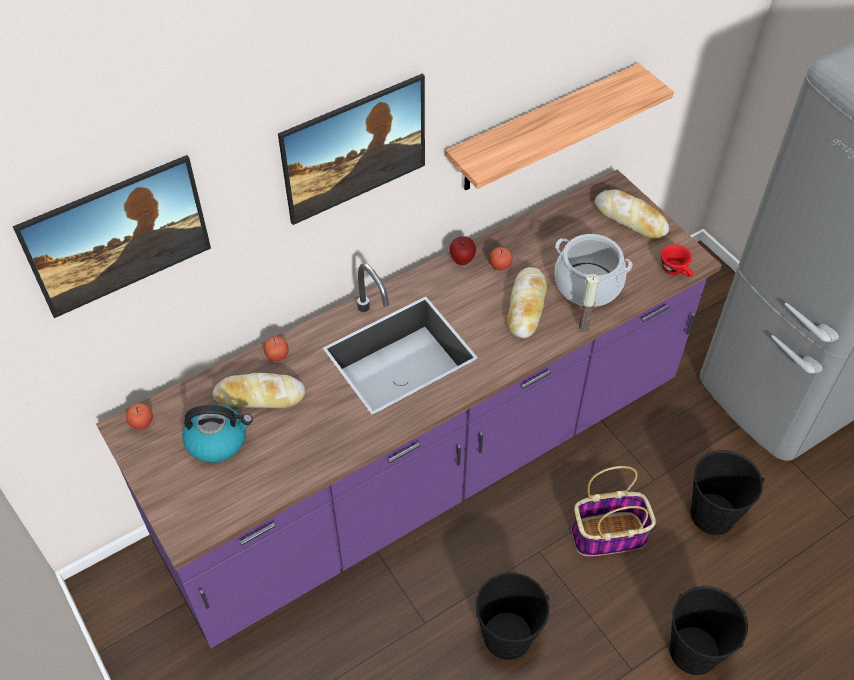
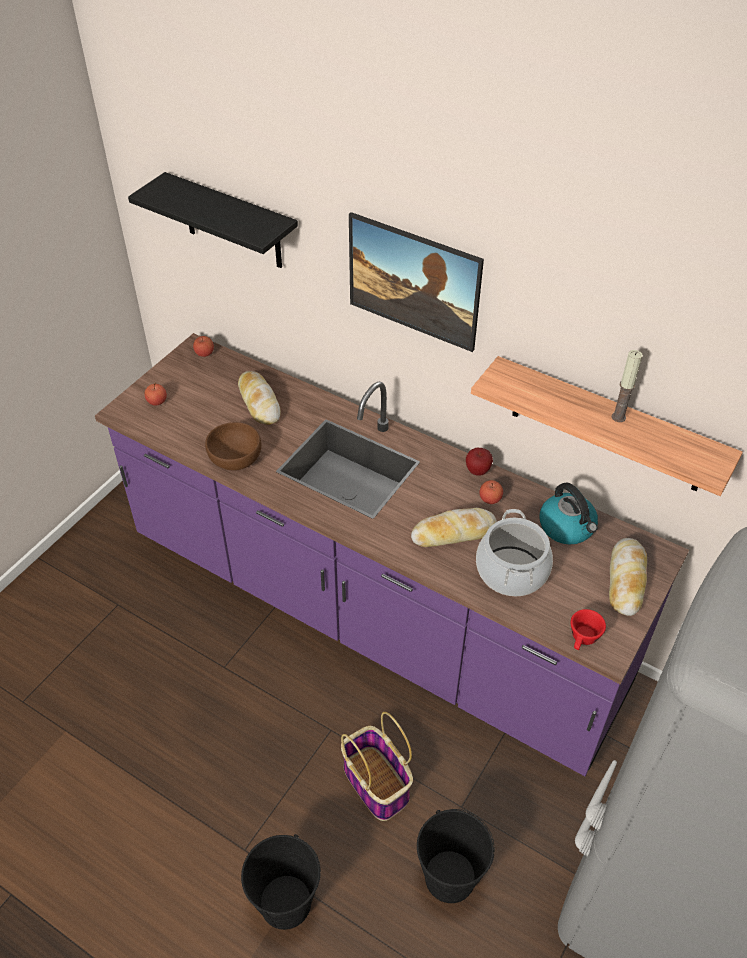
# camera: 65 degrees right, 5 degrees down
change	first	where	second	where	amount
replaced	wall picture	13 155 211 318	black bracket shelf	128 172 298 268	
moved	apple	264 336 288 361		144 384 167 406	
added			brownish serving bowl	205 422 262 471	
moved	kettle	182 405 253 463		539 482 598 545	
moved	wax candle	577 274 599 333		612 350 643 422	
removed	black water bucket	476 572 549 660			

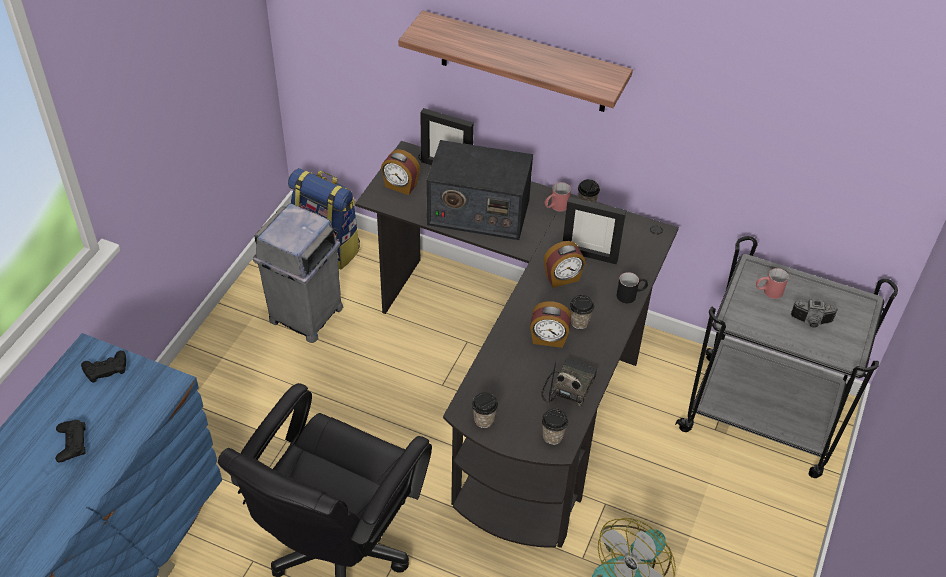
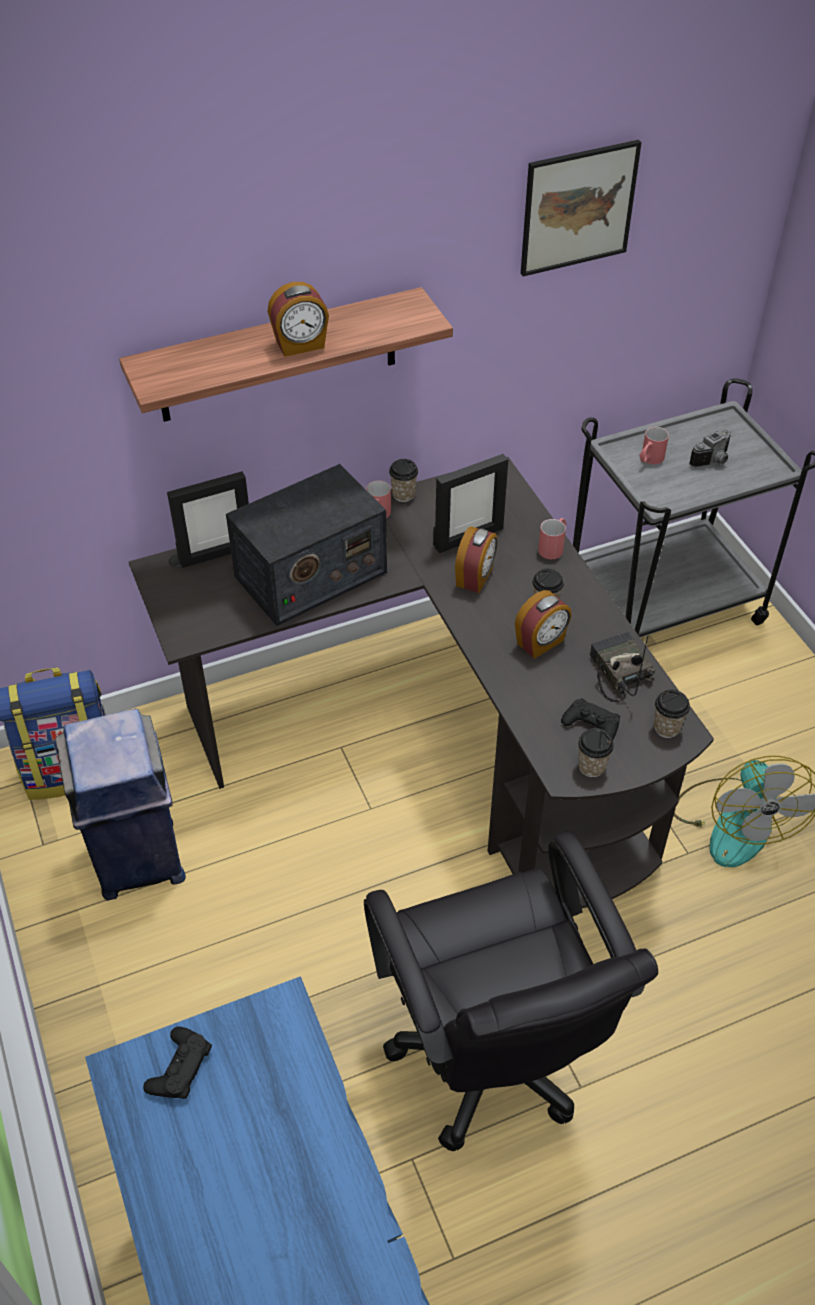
# camera: 45 degrees left, 0 degrees up
change	first	where	second	where	amount
recoloured	greyish trash can	253 203 343 343	blue-coloured trash can	55 709 186 901	
moved	table clock	381 149 420 195		268 282 329 357	
added			wall picture	521 140 642 276	
recoloured	black mug	617 272 648 303	red-coloured mug	538 518 566 559	
moved	black gamepad	55 420 86 462		561 698 620 740	

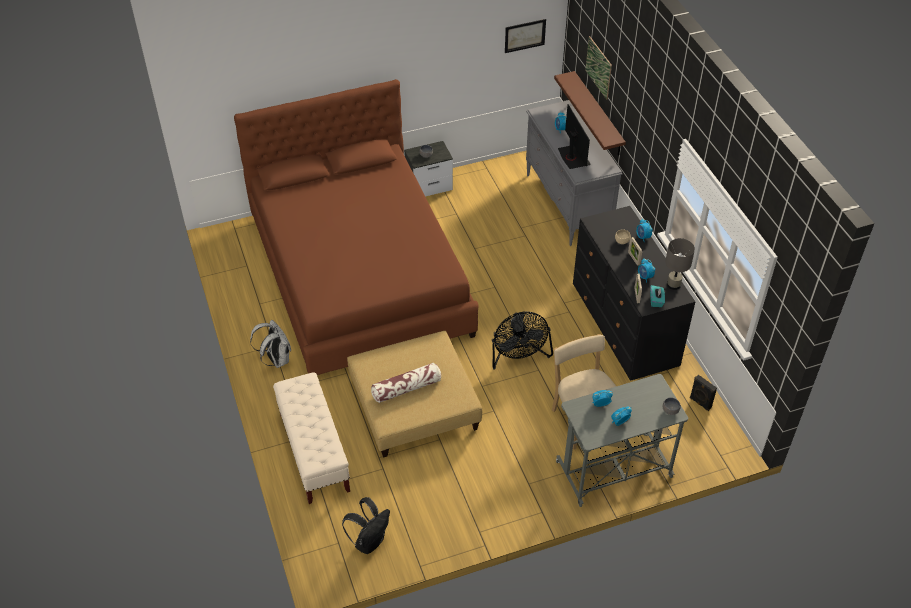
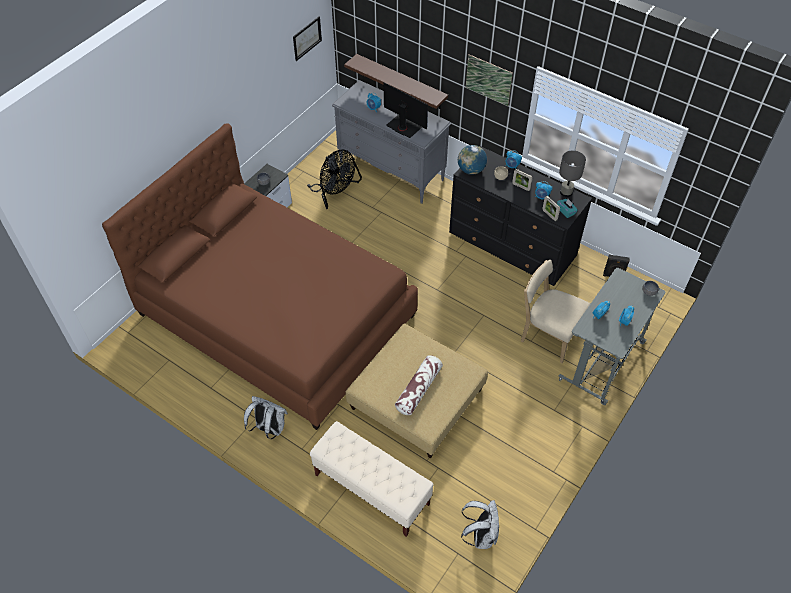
# camera: 35 degrees left, 5 degrees up
change	first	where	second	where	amount
moved	black fan	492 312 553 369		307 150 362 209	
added			desk globe	458 145 487 175	
recoloured	black knapsack	342 497 390 554	whitish knapsack	461 500 499 549	
moved	wall picture	585 36 612 100		466 54 513 106	

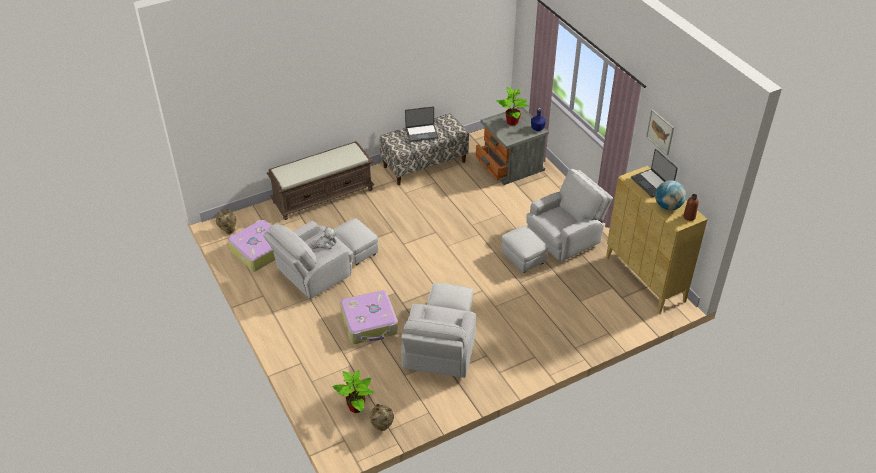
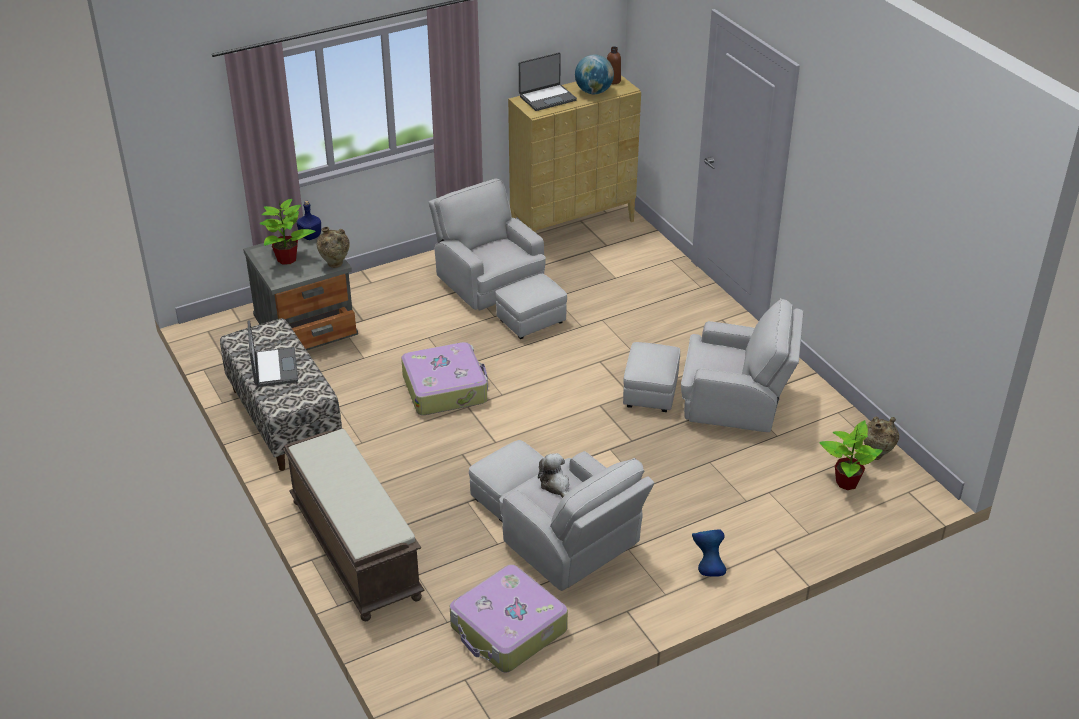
# camera: 90 degrees left, 5 degrees down
change	first	where	second	where	amount
moved	beige-coloured decorative vase	216 209 236 234		317 227 350 268	
moved	travel case	340 290 398 344		401 342 488 415	
added			blue-coloured decorative vase	692 529 726 576	
removed	wall picture	646 109 674 155			

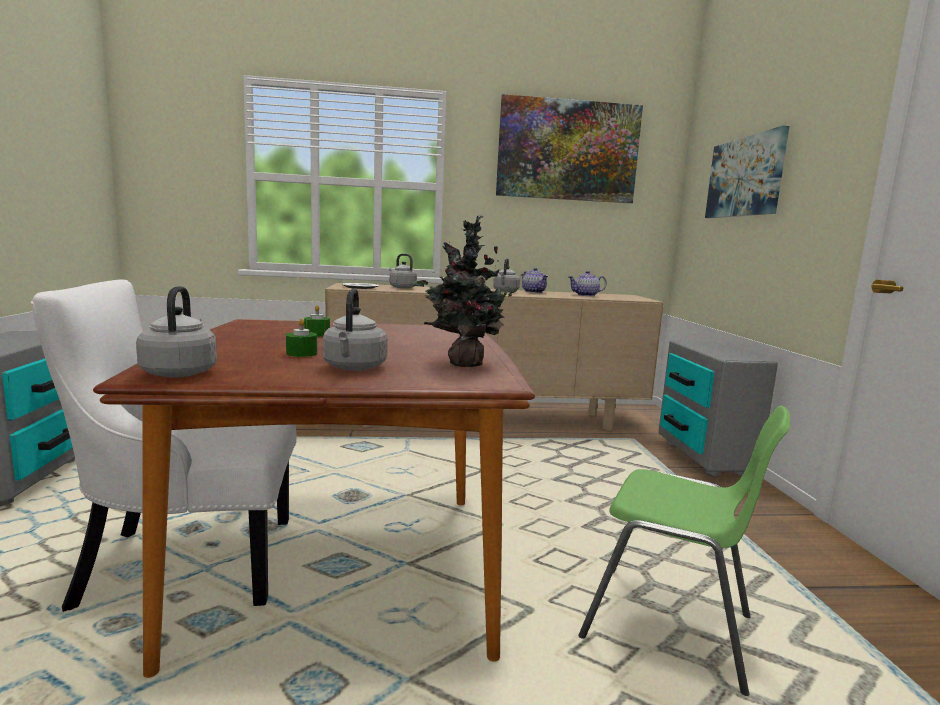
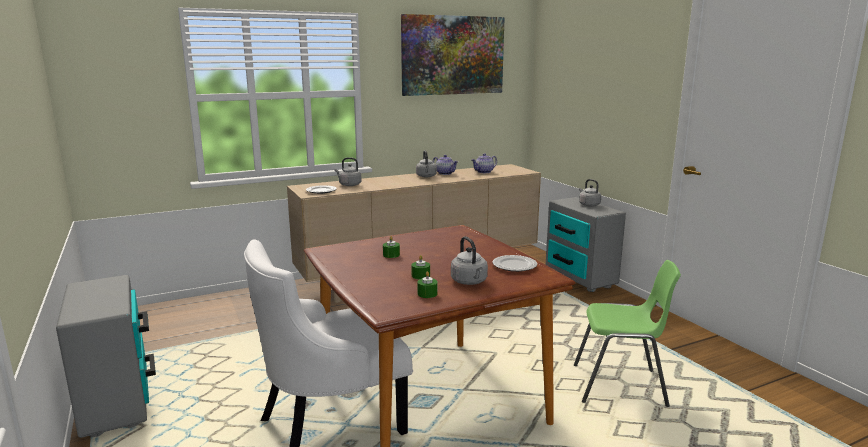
# camera: 20 degrees left, 5 degrees up
change	first	where	second	where	amount
added			greenish wax candle	417 271 438 298	
replaced	plant in a pot	413 215 522 367	plate	492 255 537 272	
moved	greyish kettle	136 286 217 378		579 179 601 206	
removed	wall picture	705 126 789 218			

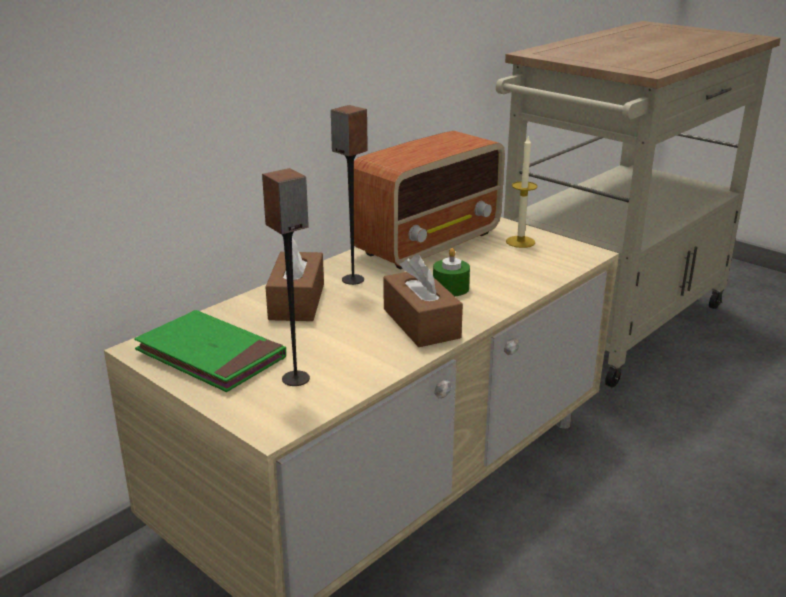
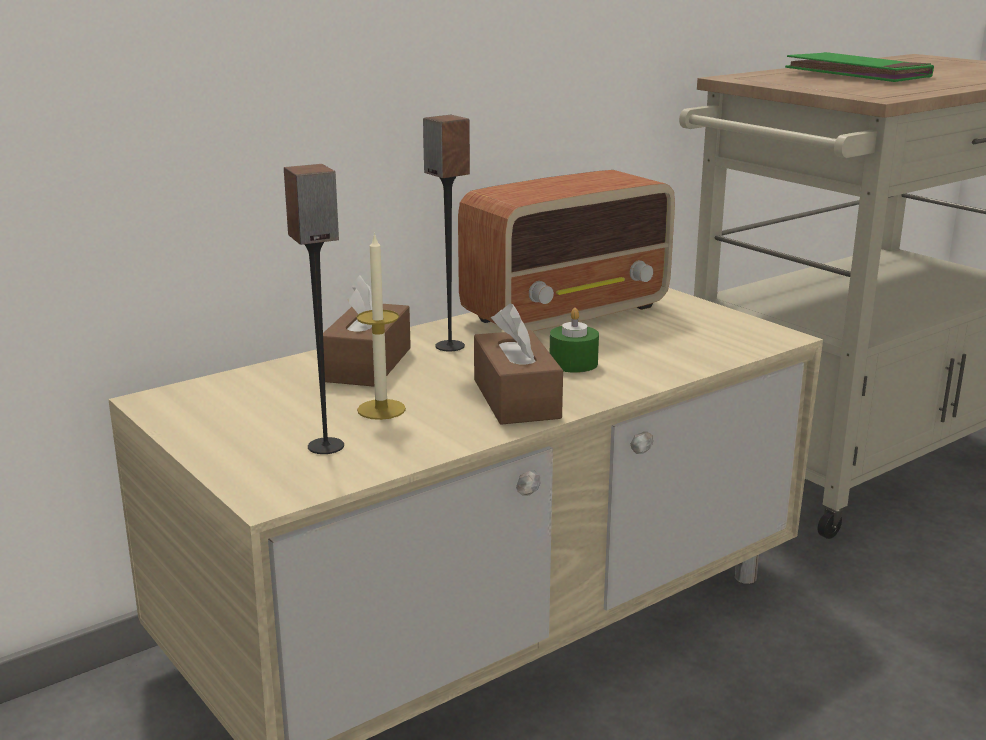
# camera: 10 degrees right, 5 degrees down
change	first	where	second	where	amount
moved	wax candle	506 135 538 248		357 233 406 420	
moved	greenish bound book	134 310 286 392		785 52 934 82	

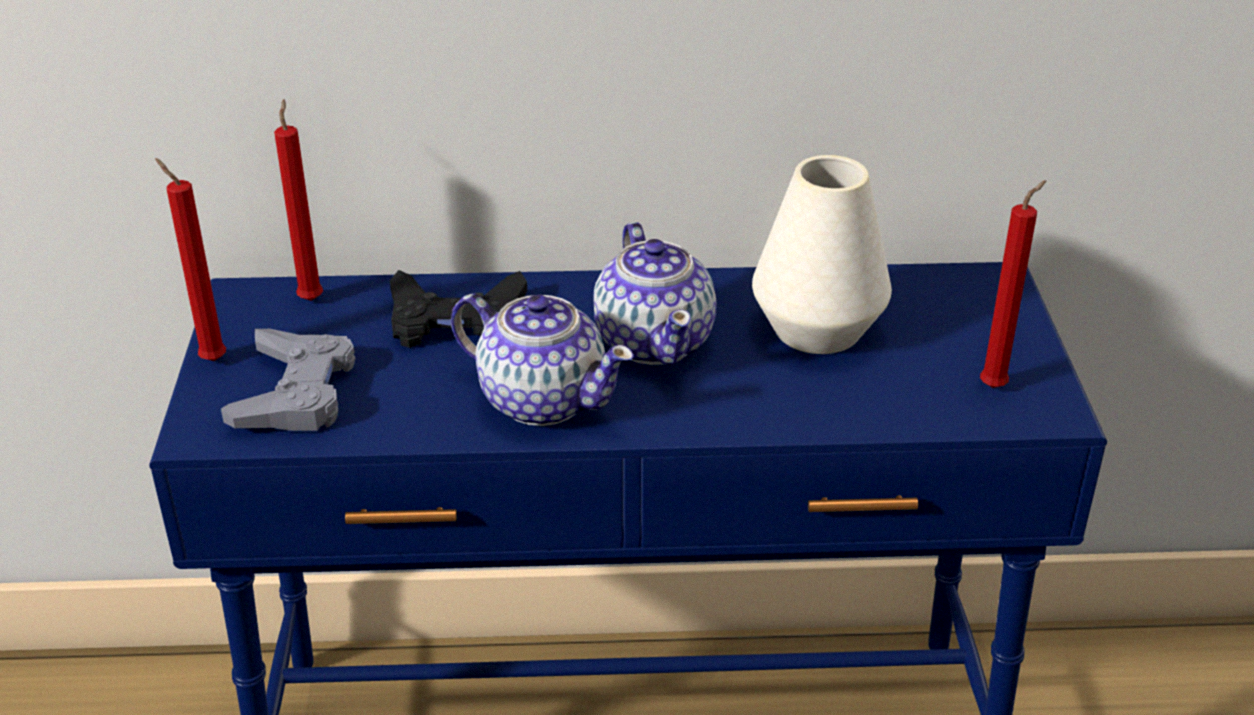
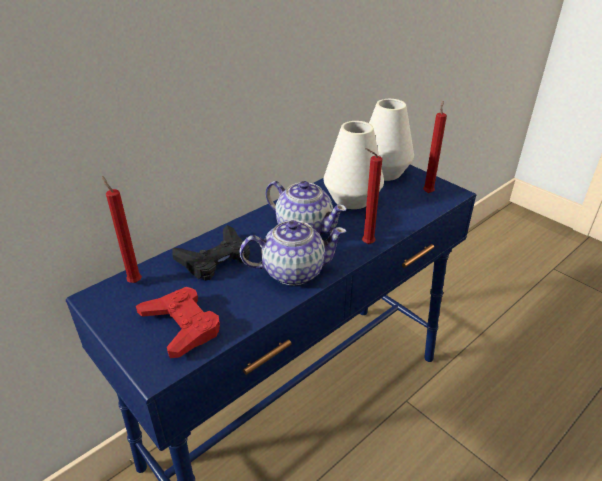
# camera: 40 degrees left, 0 degrees up
change	first	where	second	where	amount
recoloured	greyish gamepad	221 329 355 431	red-coloured gamepad	136 287 220 358	
moved	red-coloured wax candle	155 158 226 361		362 148 383 244	
added			whitish decorative vase	369 99 414 181	

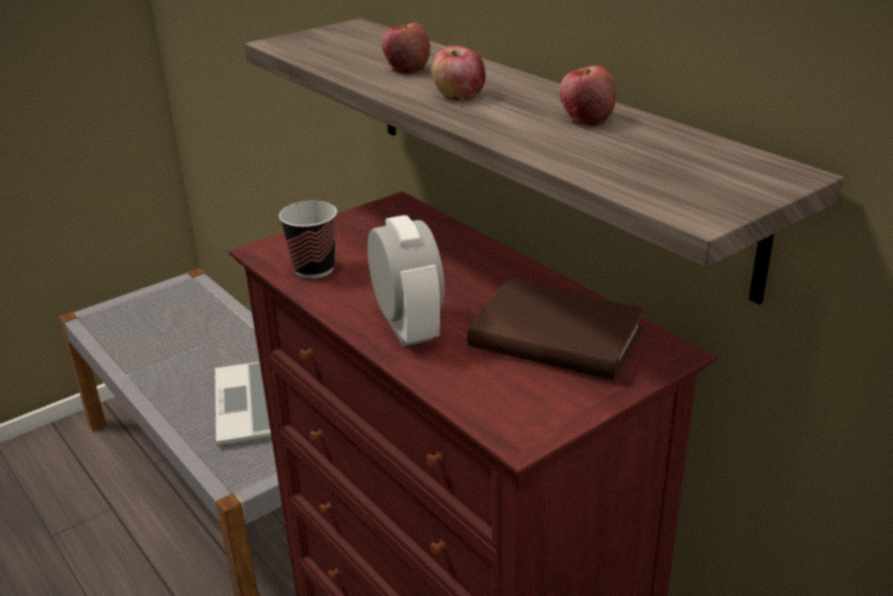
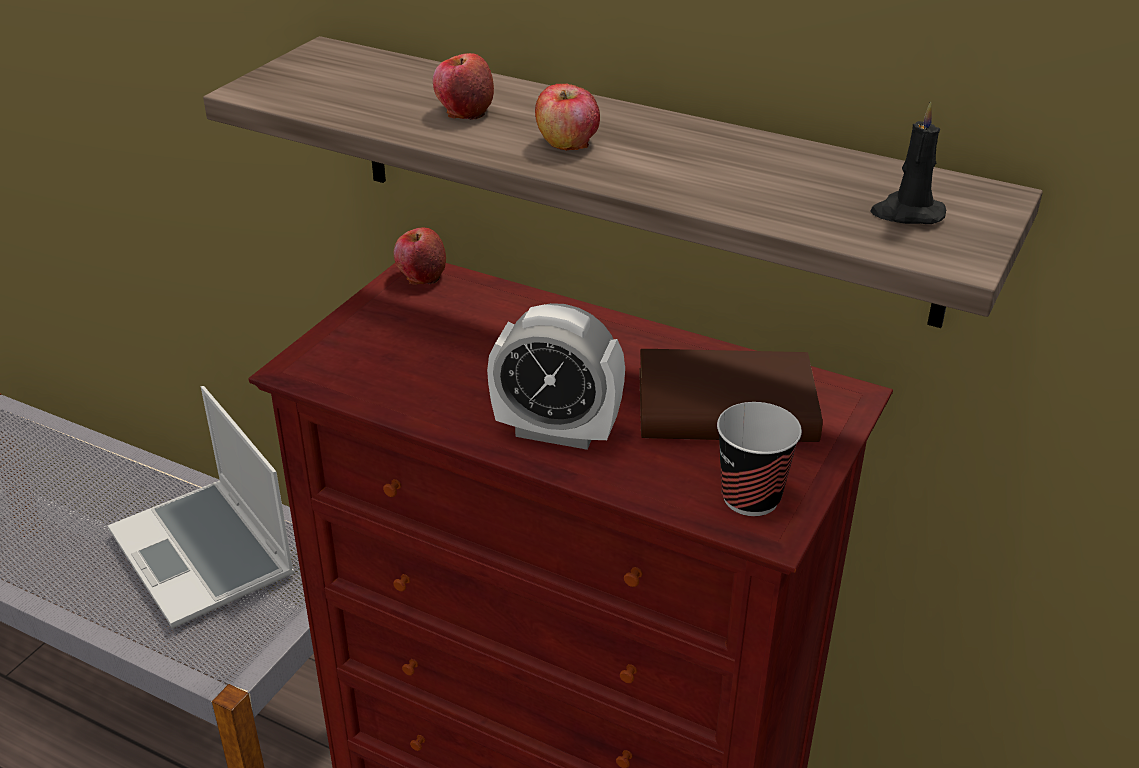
# camera: 25 degrees left, 5 degrees up
change	first	where	second	where	amount
moved	apple	559 66 616 126		394 228 446 285	
turned	table clock	367 215 445 347		487 303 625 450	150 degrees clockwise
moved	drinking cup	279 201 337 279		717 402 802 516	
added			black wax candle	870 102 946 224	

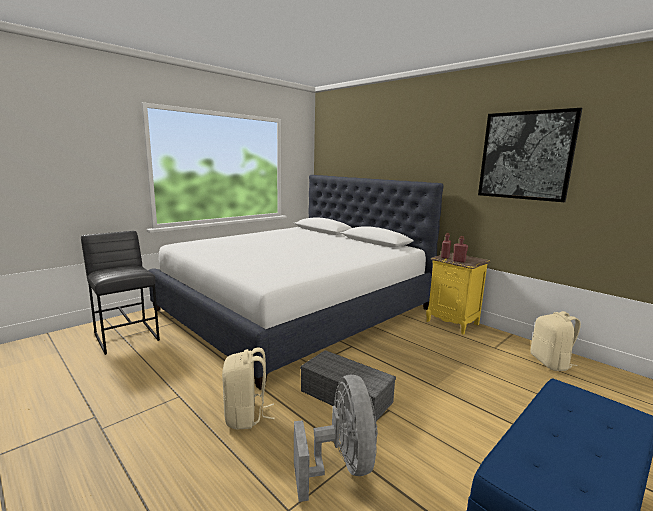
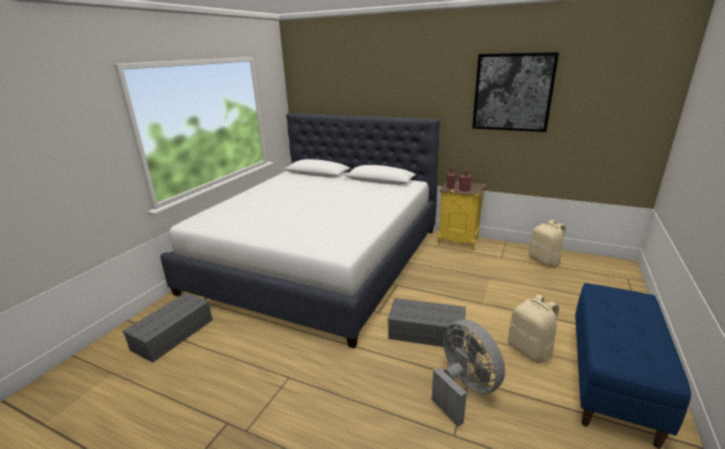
# camera: 20 degrees left, 10 degrees up
change	first	where	second	where	amount
replaced	greyish stool	81 231 160 355	greyish storage bin	122 293 213 363	
moved	beige-coloured knapsack	222 348 275 430		508 294 559 363	

